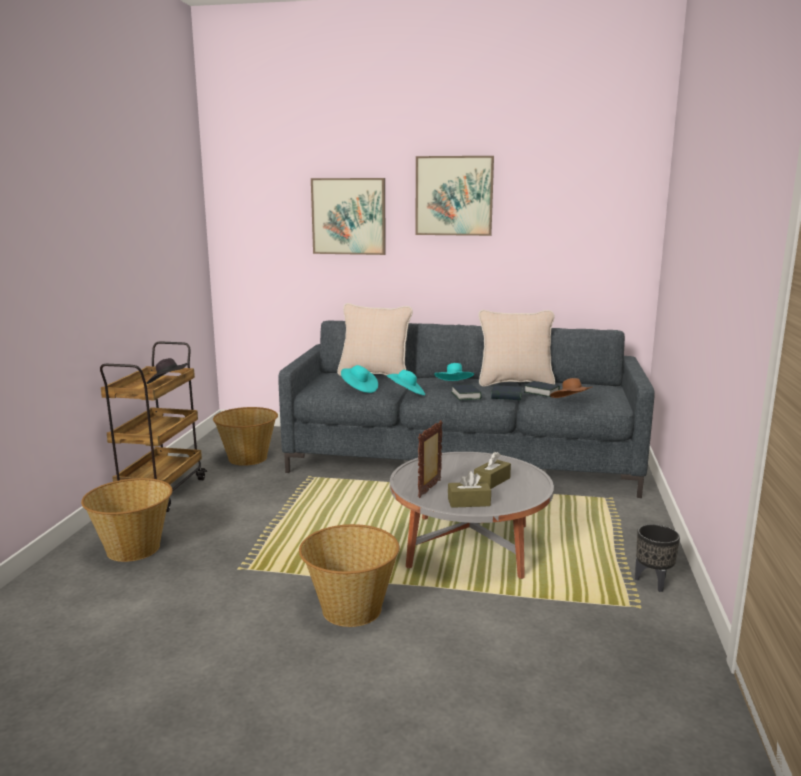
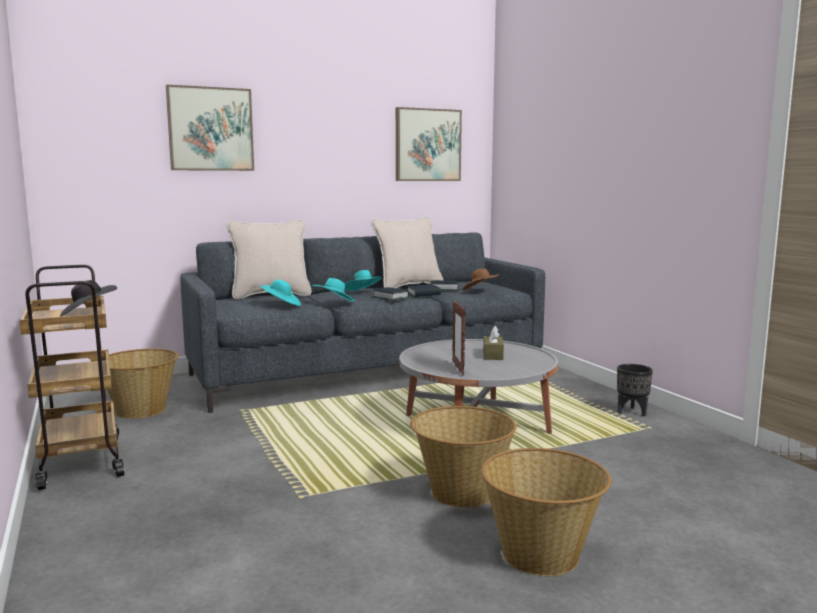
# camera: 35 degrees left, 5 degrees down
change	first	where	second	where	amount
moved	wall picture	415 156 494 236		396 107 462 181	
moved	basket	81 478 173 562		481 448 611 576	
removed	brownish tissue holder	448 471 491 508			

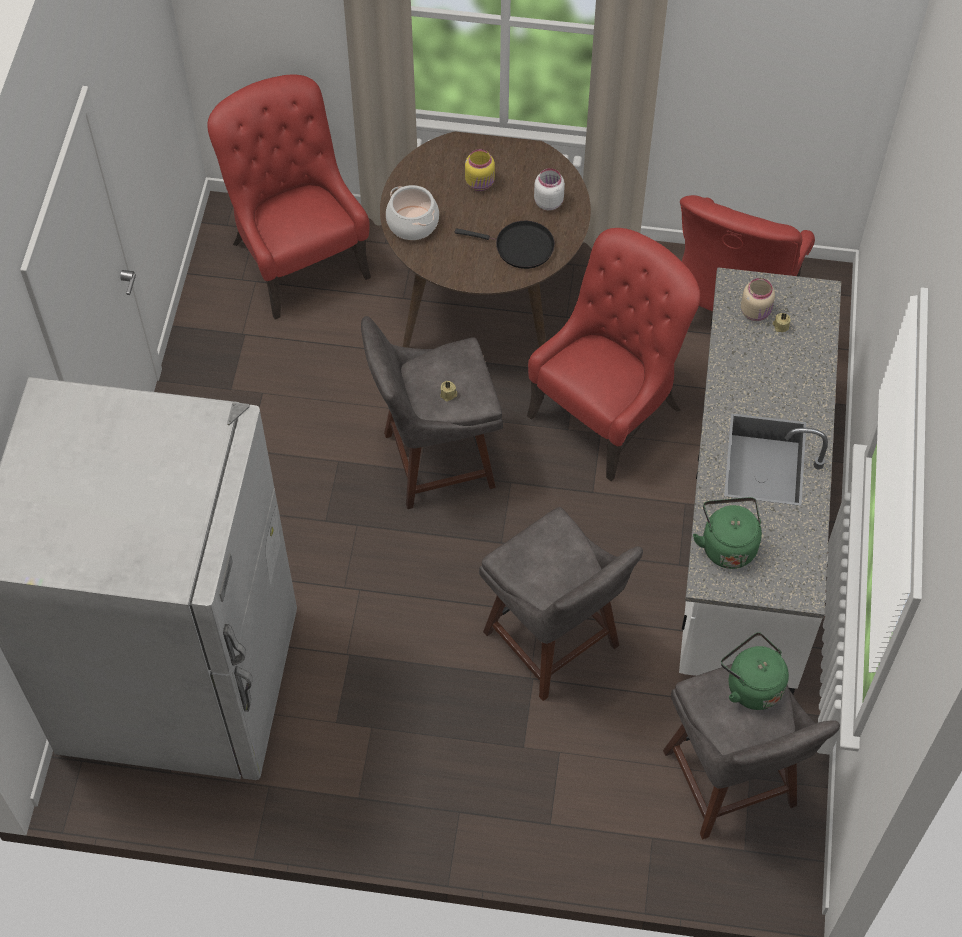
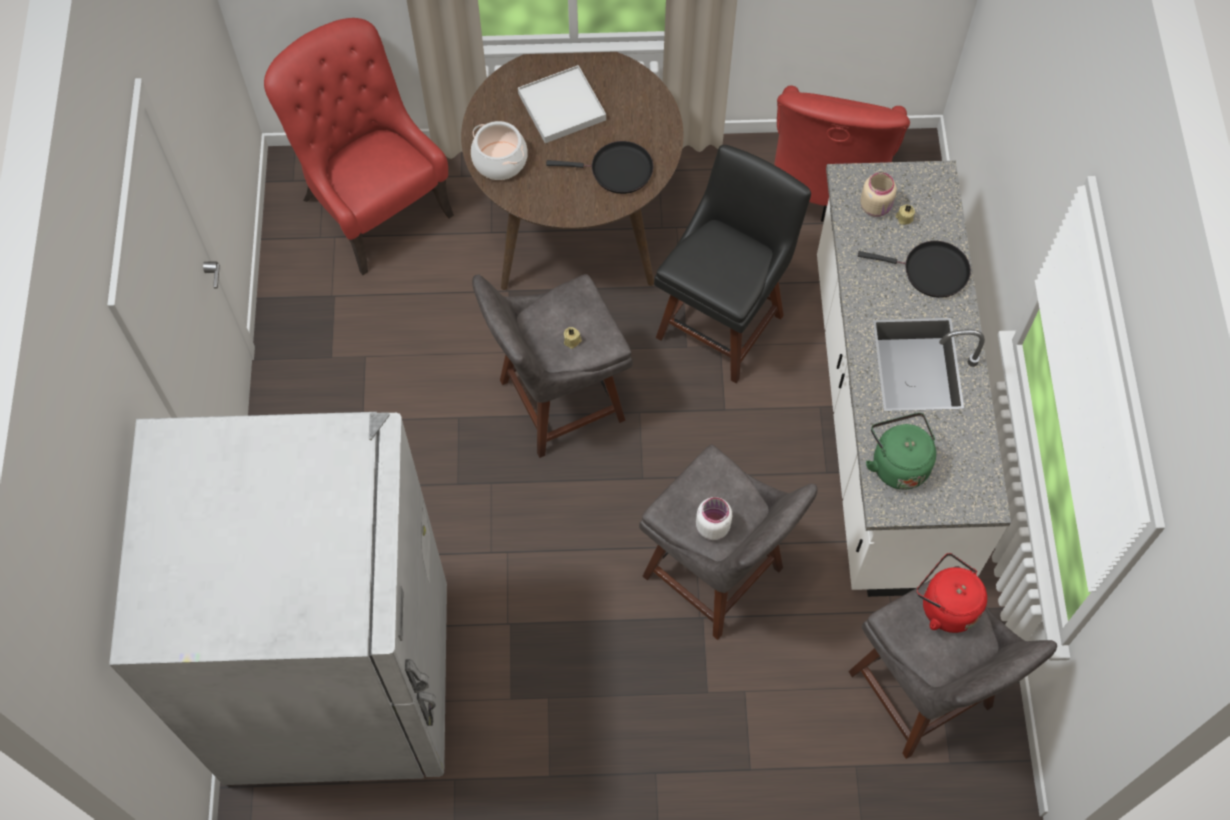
# camera: 10 degrees left, 5 degrees up
change	first	where	second	where	amount
replaced	yellow-coloured preserve jar	465 149 495 191	whitish serving tray	518 65 606 143	
replaced	red-coloured chair	527 228 700 481	black stool	654 145 811 383	
moved	whitish preserve jar	534 168 565 211		696 497 732 540	
added			black pan	858 241 971 298	
recoloured	greenish kettle	721 632 789 710	red-coloured kettle	917 553 987 633	

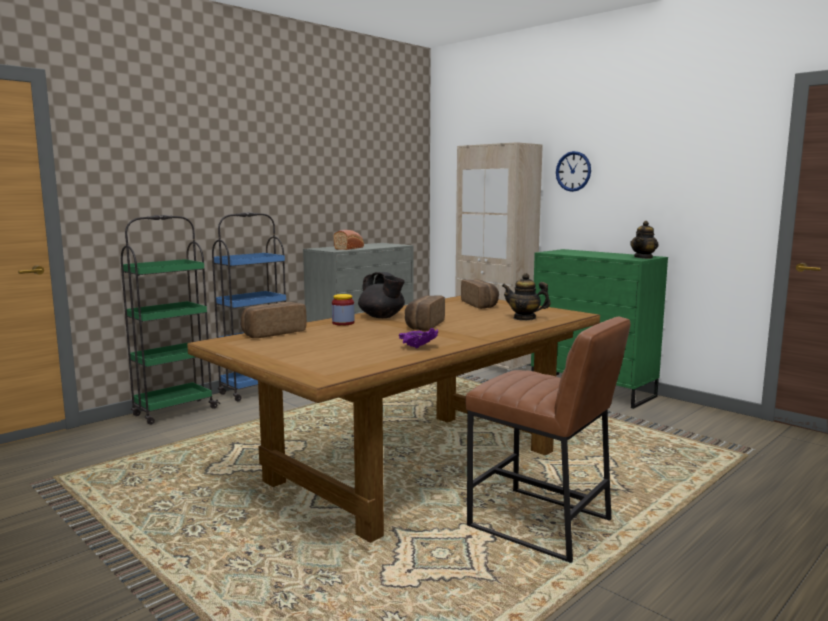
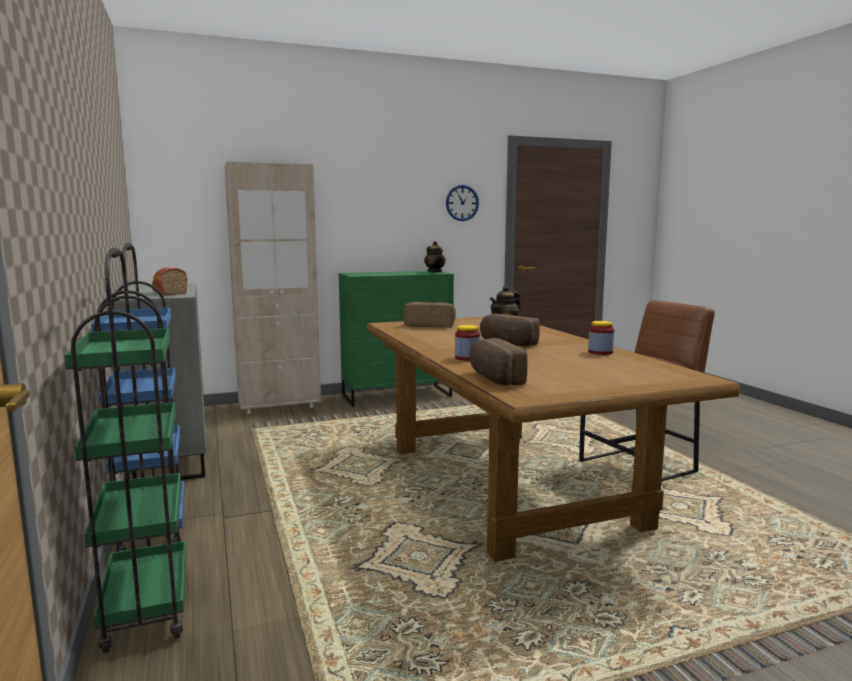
# camera: 65 degrees left, 0 degrees up
change	first	where	second	where	amount
moved	wall clock	556 151 591 192		446 185 479 221	
replaced	purplish serving bowl	399 328 439 349	preserve jar	588 321 614 355	
removed	black pot for tea	358 272 405 318			

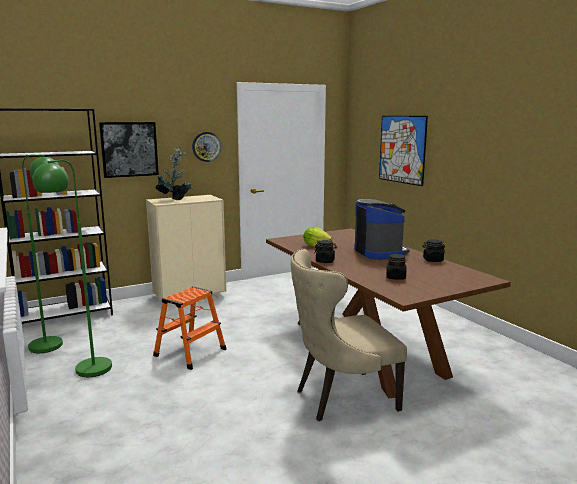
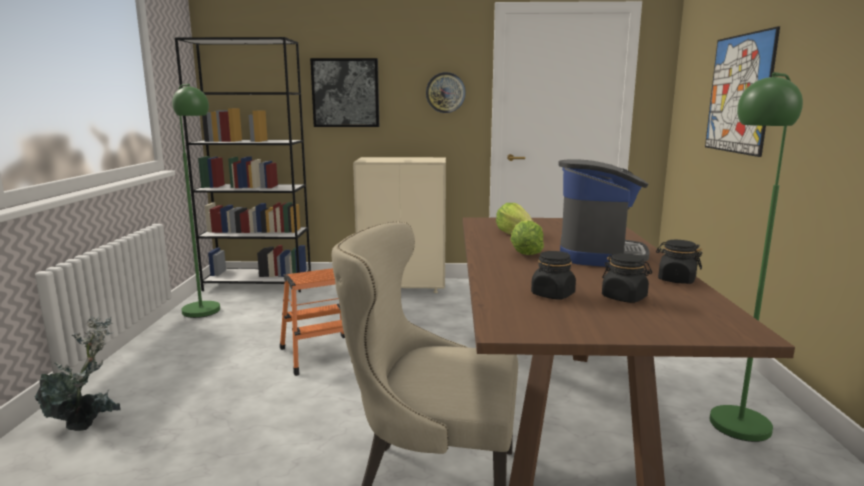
# camera: 30 degrees right, 0 degrees up
change	first	where	second	where	amount
moved	plant in a pot	156 148 194 200		35 316 121 431	
added			lettuce	510 220 544 255	
moved	black preserve jar	314 240 337 263		602 253 652 303	
moved	greenish standing lamp	32 160 112 377		710 72 803 442	

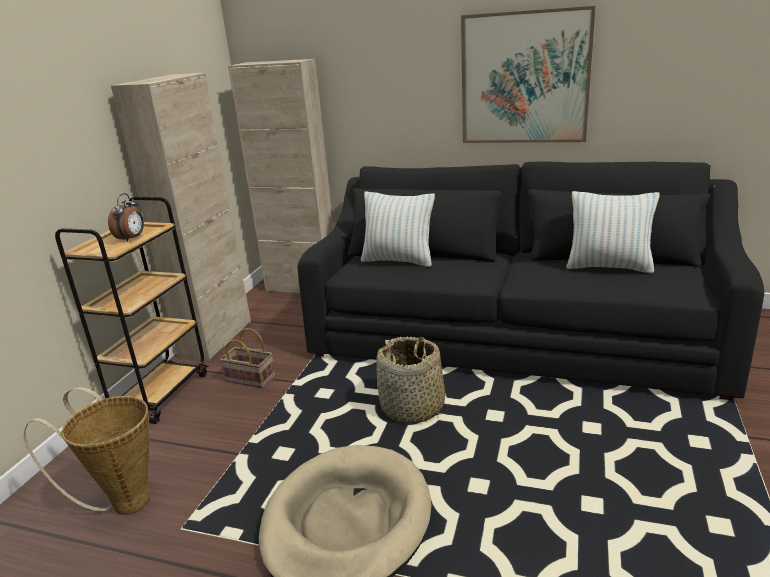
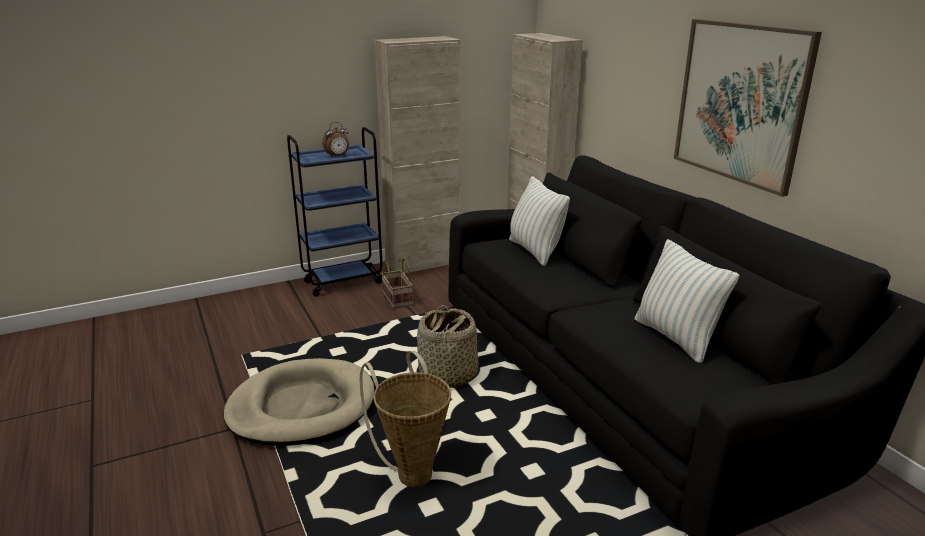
# camera: 45 degrees right, 0 degrees up
change	first	where	second	where	amount
recoloured	brownish trolley	55 197 209 424	blue-coloured trolley	287 127 383 296	
moved	basket	24 387 150 515		360 351 451 487	

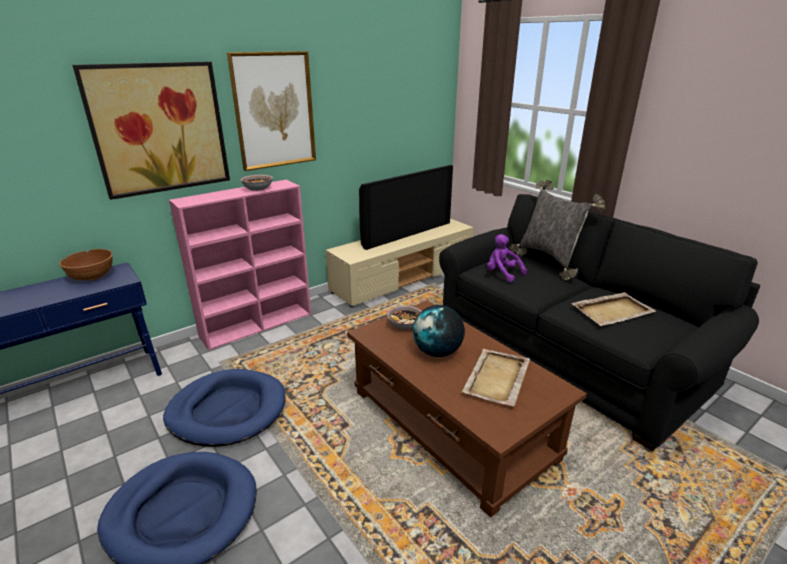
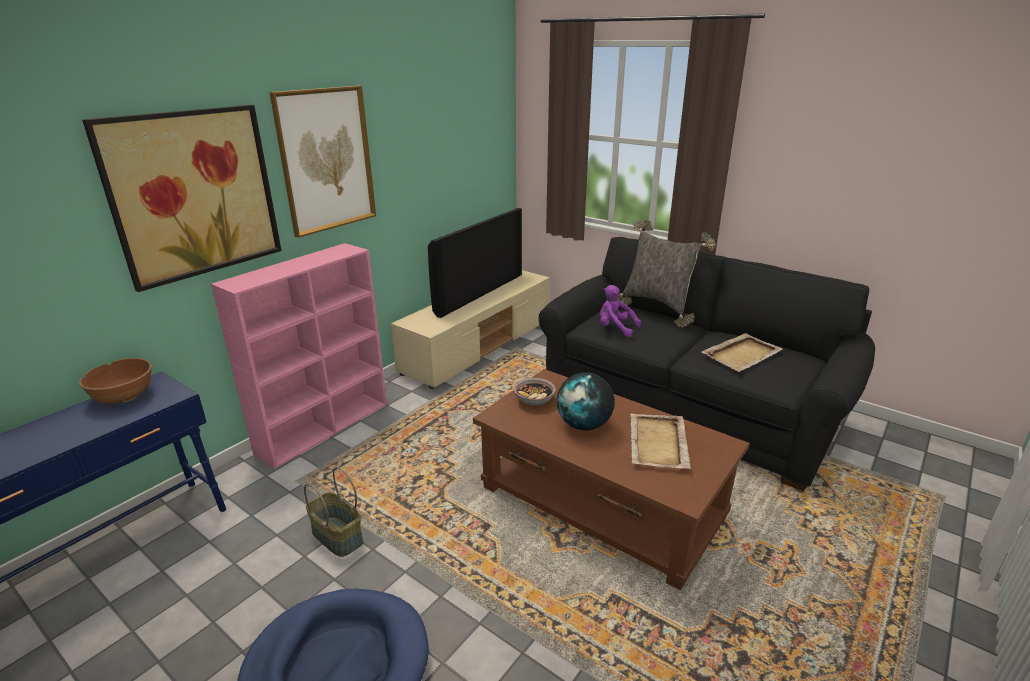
# camera: 15 degrees left, 0 degrees up
change	first	where	second	where	amount
replaced	blue-coloured dog cushion	163 369 285 447	basket	304 467 363 557	
removed	serving bowl	241 175 273 191			

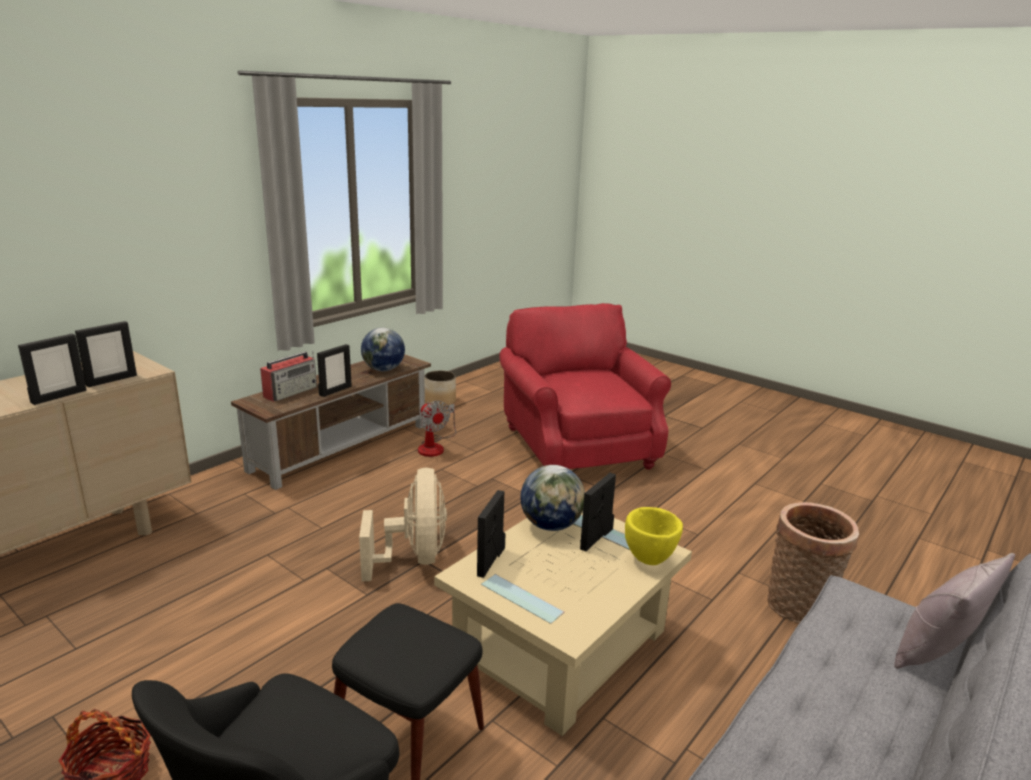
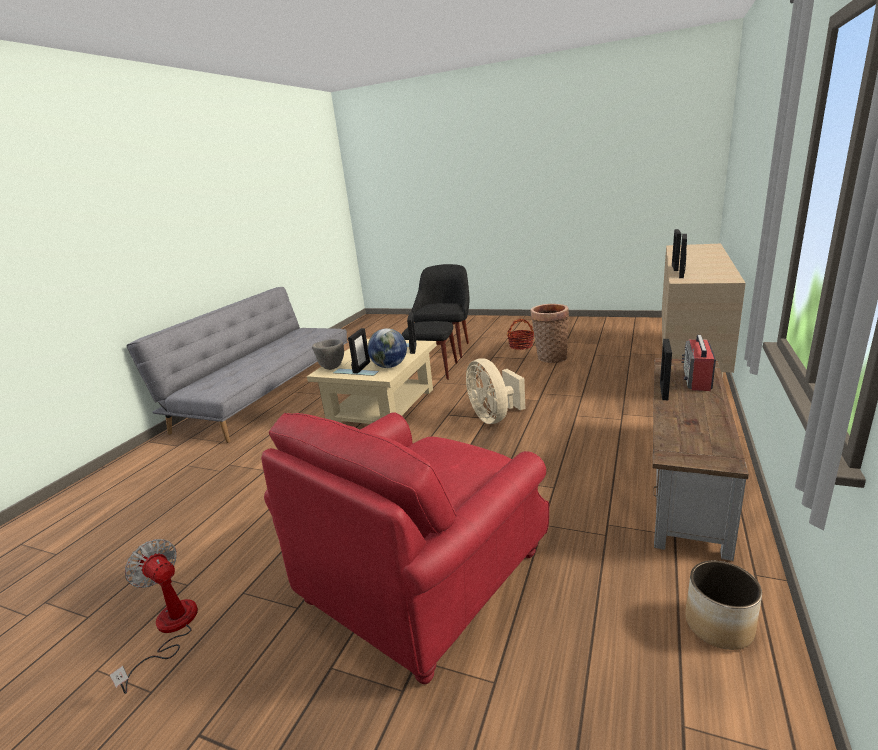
# camera: 165 degrees right, 0 degrees up
change	first	where	second	where	amount
moved	fan	418 401 456 457		110 539 198 694	
turned	red-coloured easy chair	499 303 671 470		261 412 549 684	75 degrees clockwise
recoloured	yellow-coloured serving bowl	625 507 683 565	greyish serving bowl	312 339 344 370	
moved	basket	767 502 859 623		531 304 569 363	
removed	desk globe	361 327 405 371			
removed	purplish pillow	894 553 1015 669			

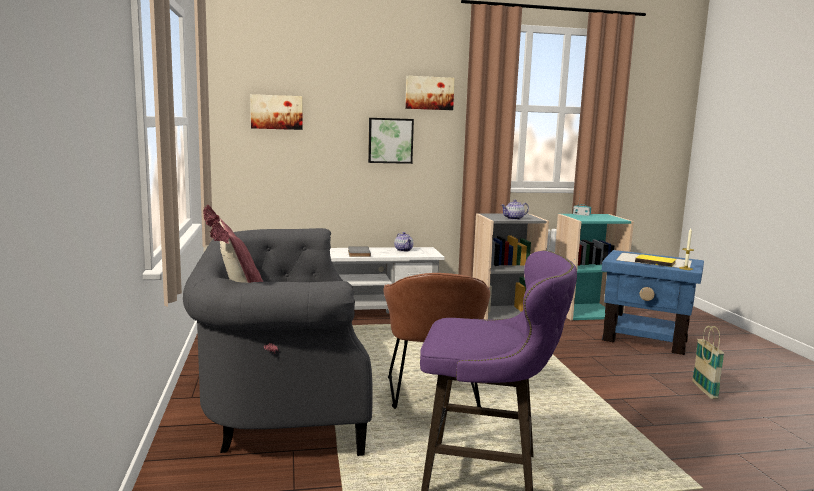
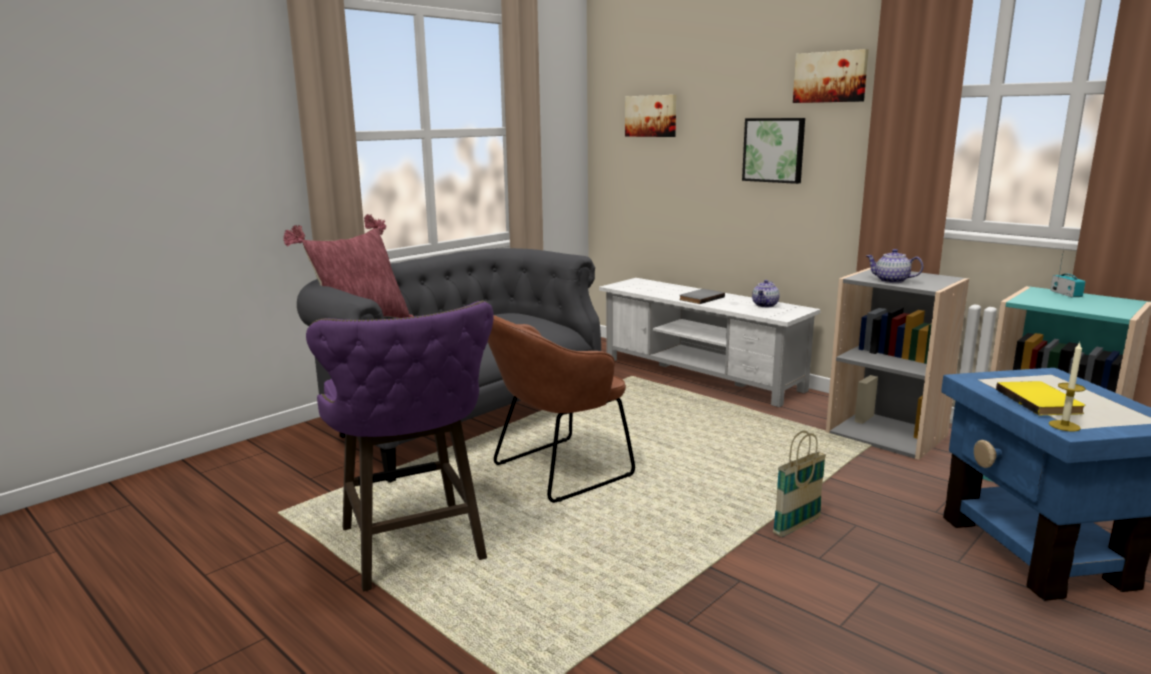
# camera: 55 degrees right, 5 degrees up
change	first	where	second	where	amount
moved	basket	692 326 724 399		773 431 826 537	

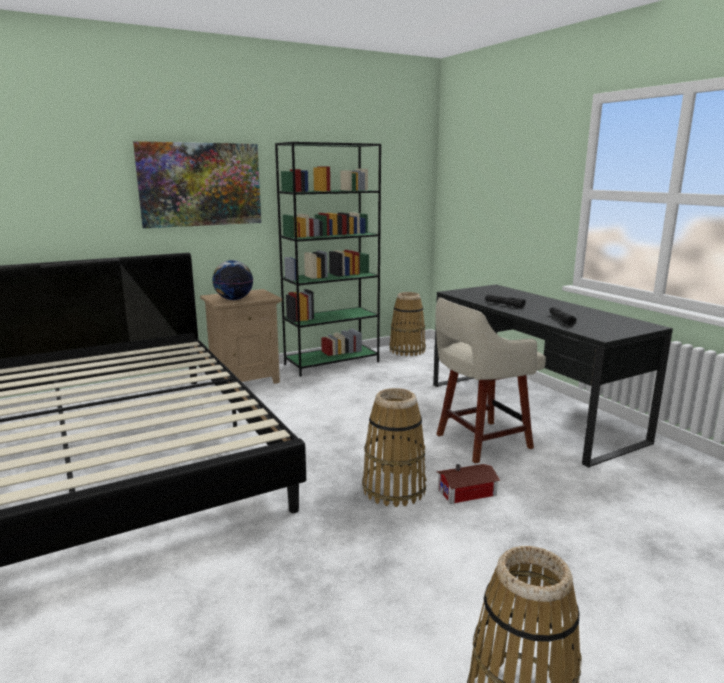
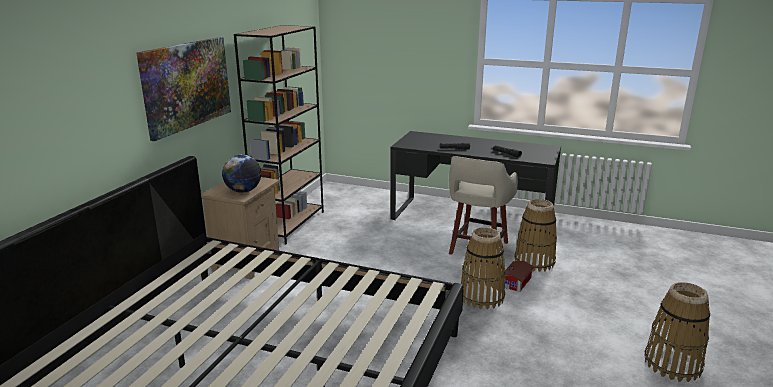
# camera: 40 degrees left, 5 degrees up
change	first	where	second	where	amount
recoloured	greenish bookshelf	275 142 381 377	beige-coloured bookshelf	234 25 324 244	
moved	basket	389 292 426 356		514 199 557 272	

